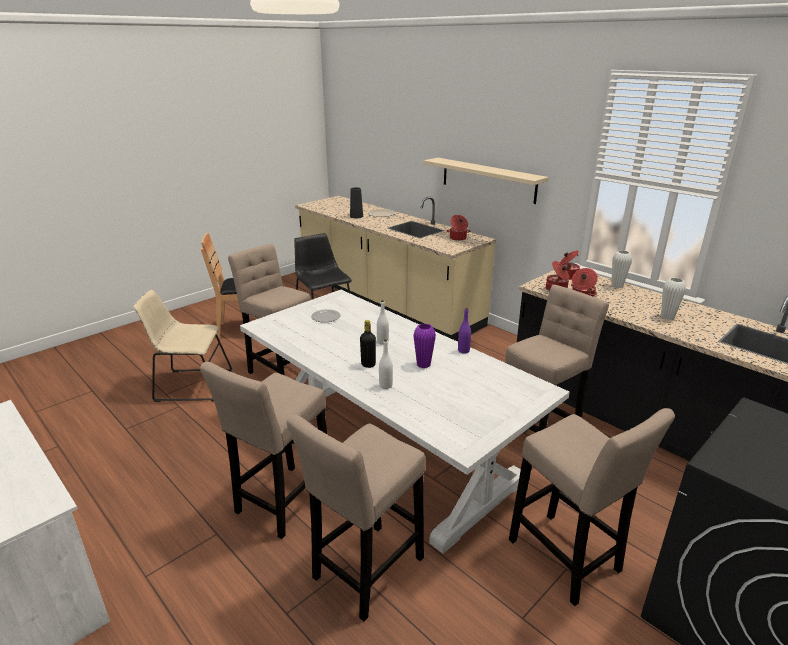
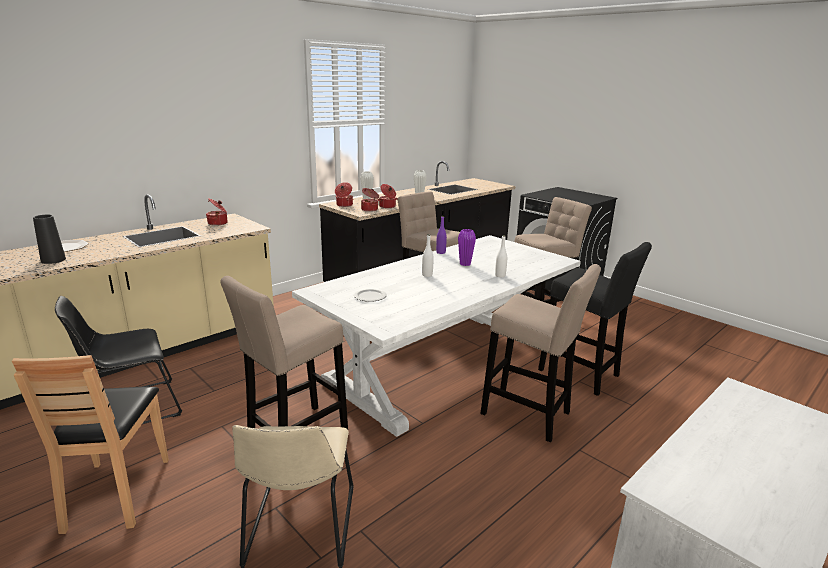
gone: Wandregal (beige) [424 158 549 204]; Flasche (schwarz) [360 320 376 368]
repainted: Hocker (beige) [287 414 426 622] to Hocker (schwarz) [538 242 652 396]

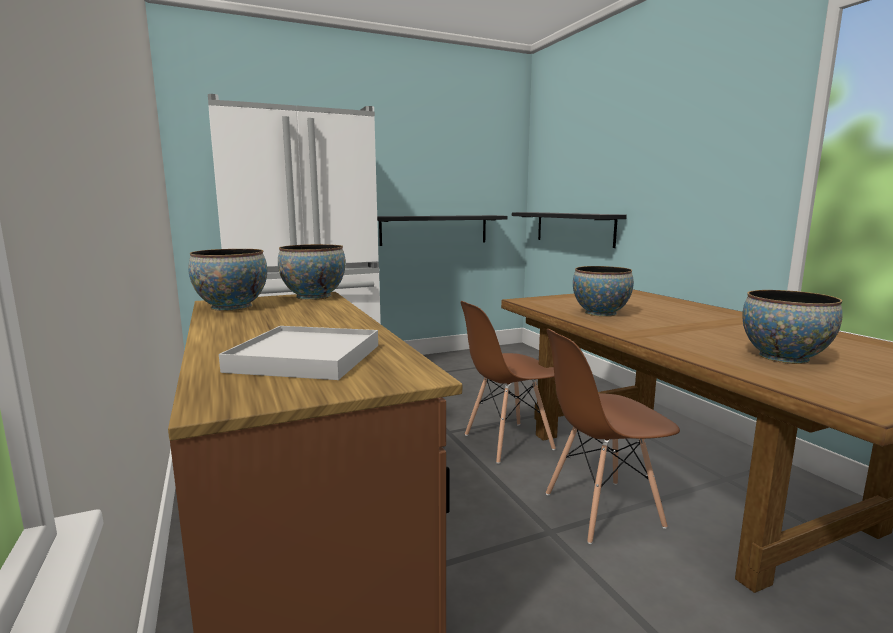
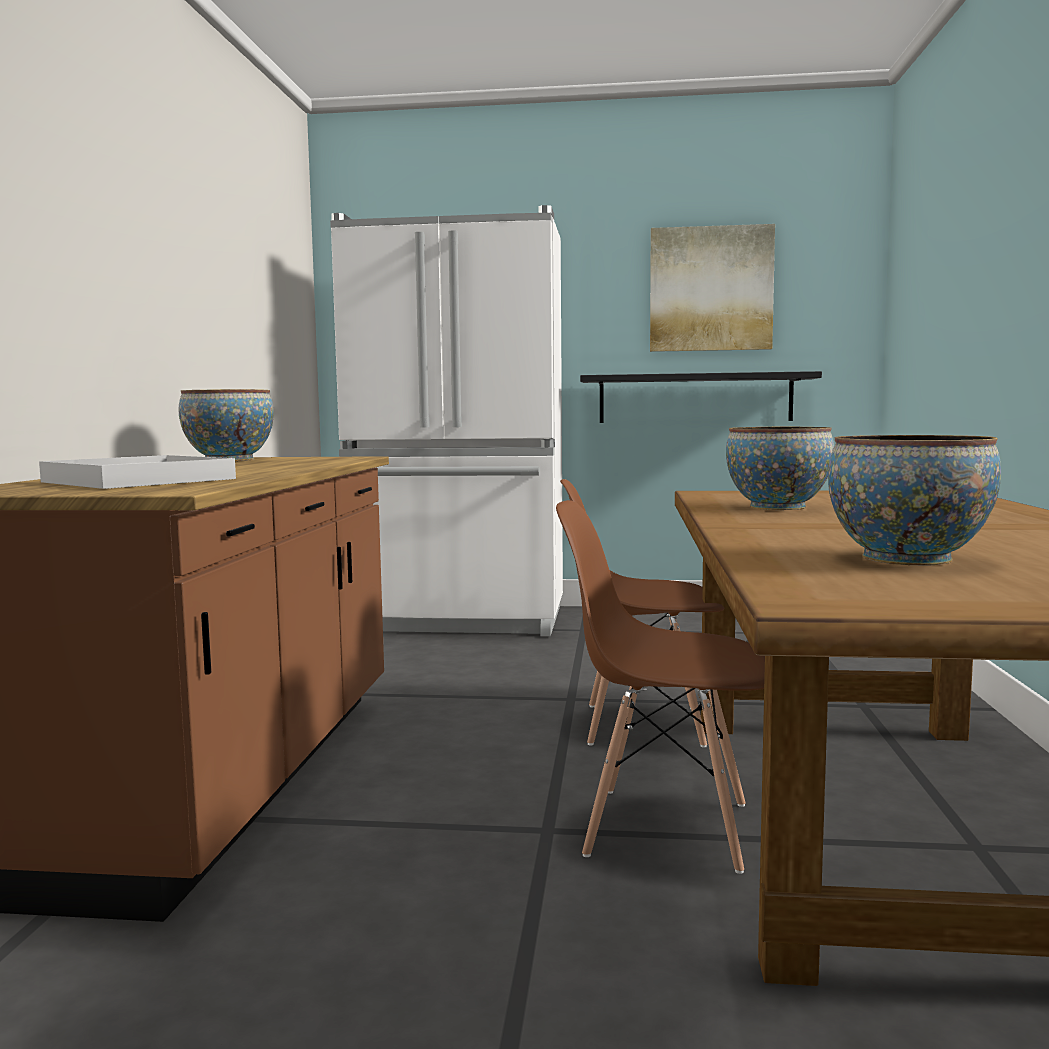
gone: Wandregal (schwarz) [512 212 627 248]; Schüssel [278 244 345 300]
new: Bild [650 224 775 352]

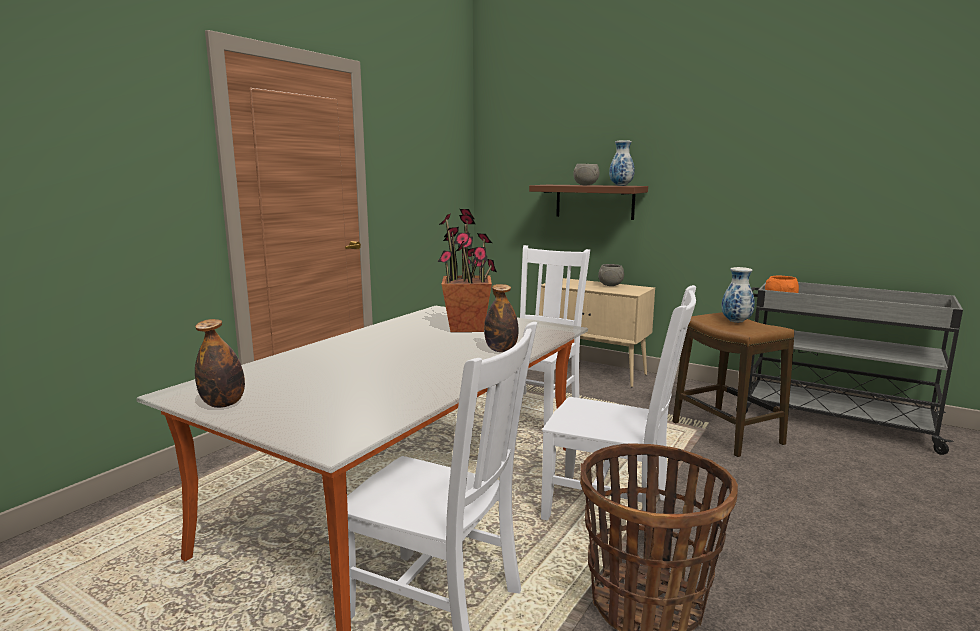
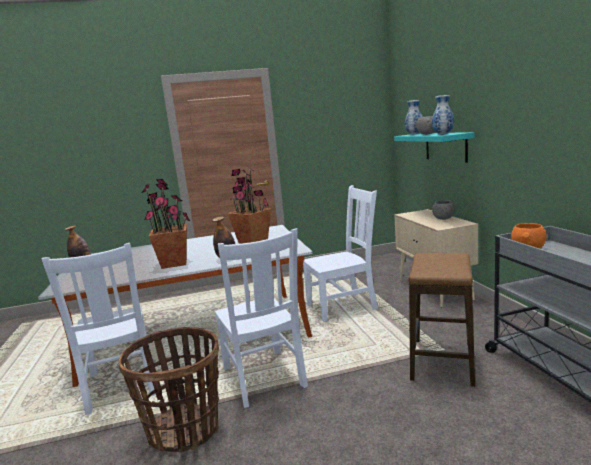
new: Topfpflanze [141 179 190 269]
shifted: Vase [721 267 755 323] to [405 100 423 135]
repainted: Wandregal (braun) [529 185 648 220] to Wandregal (türkis) [394 132 475 163]

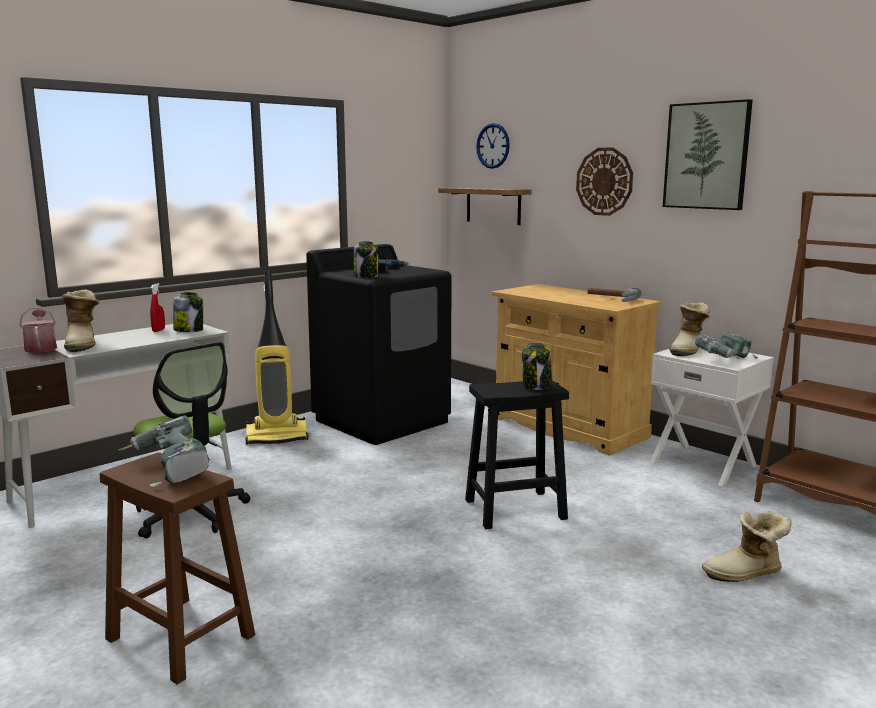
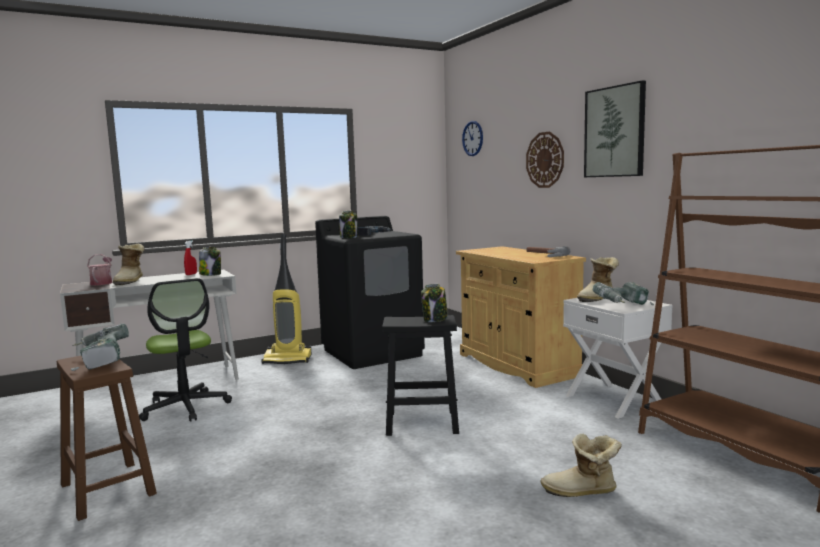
gone: Wandregal [438 187 532 225]

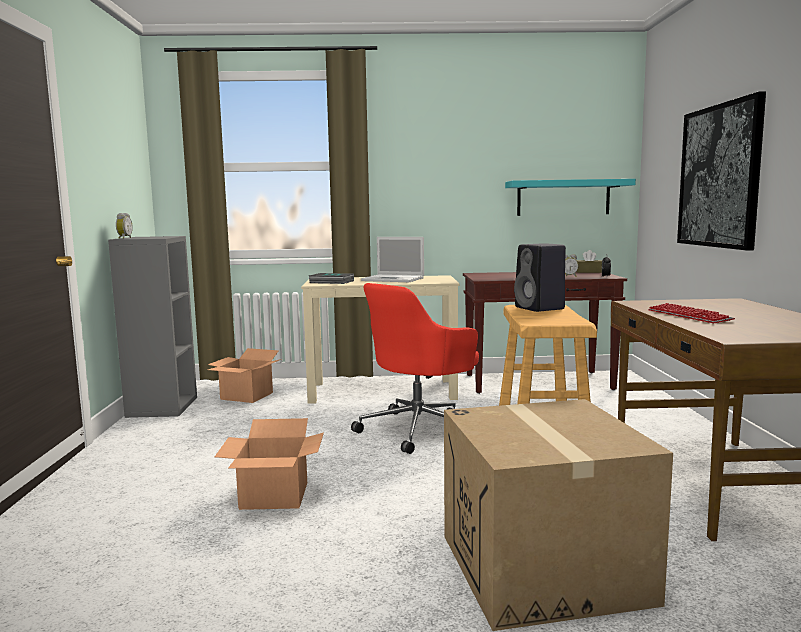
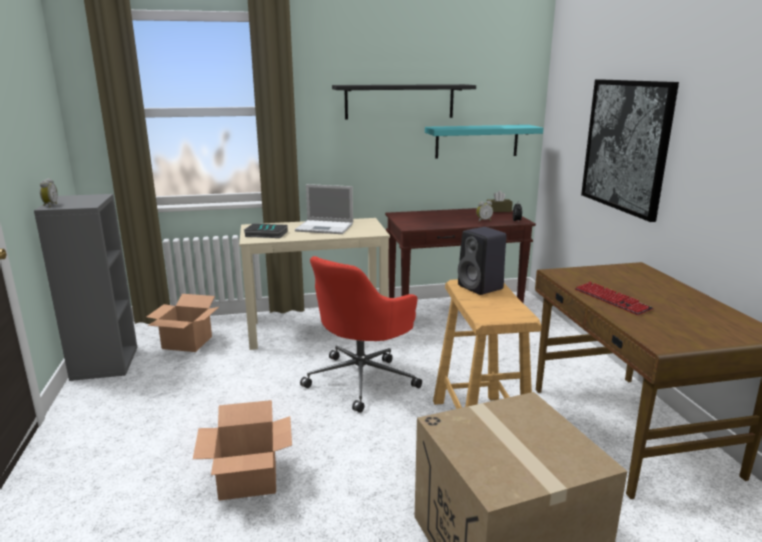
new: Wandregal (schwarz) [332 84 476 120]

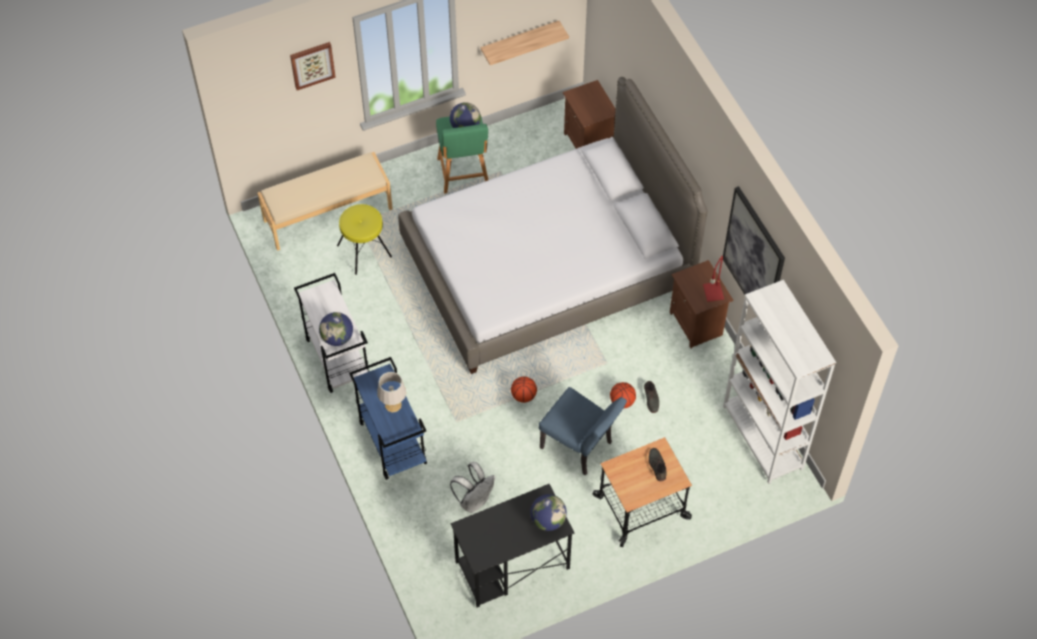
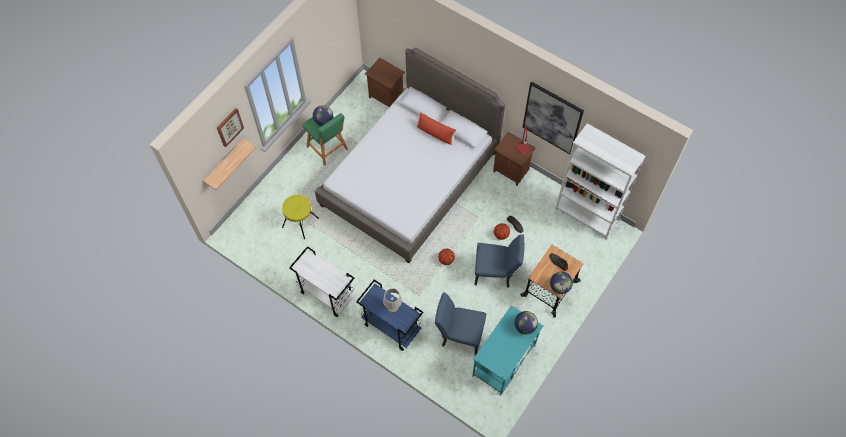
gone: Bank (beige) [258 152 393 251]
new: Kissen (rot) [416 112 457 145]
shifted: Wandregal [481 21 569 65] to [203 139 256 190]; Globus [319 312 353 346] to [550 271 573 294]
swapped: Rucksack (weiß) [450 462 495 513] to Stuhl (blau) [435 293 486 355]
repainted: Schreibtisch (schwarz) [451 484 575 607] to Schreibtisch (türkis) [472 305 543 396]

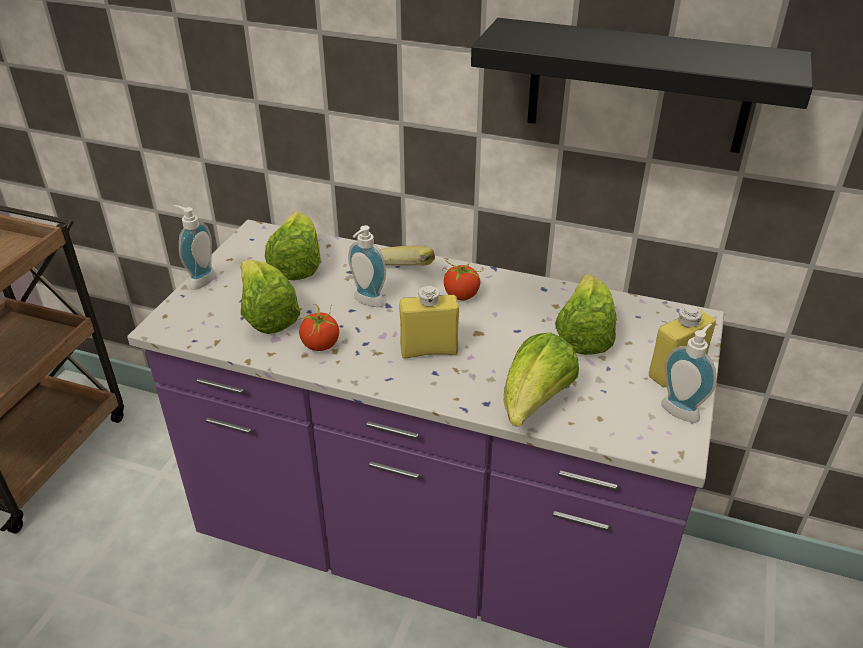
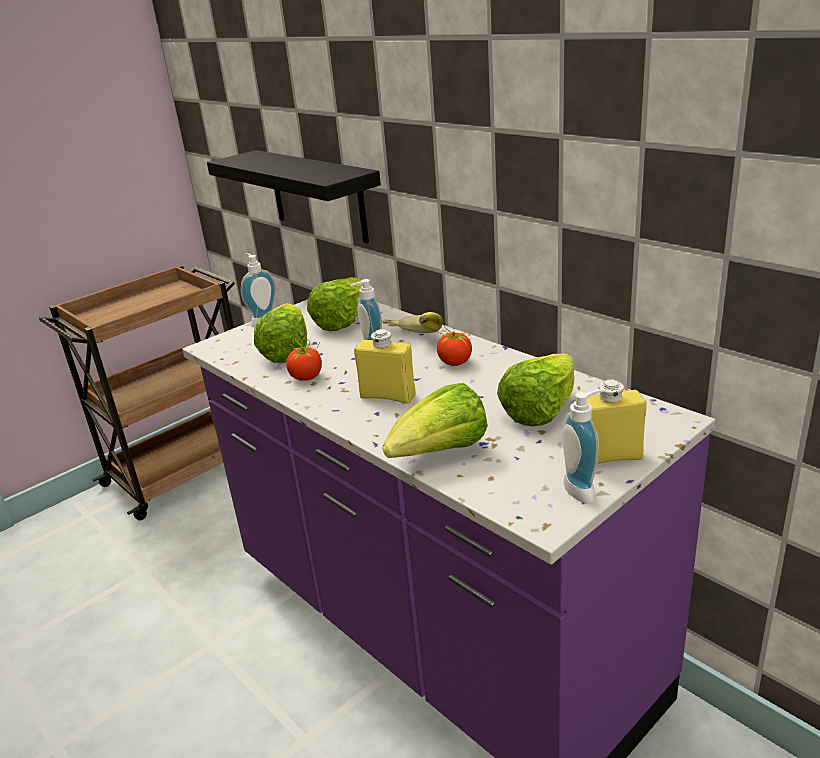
shifted: Wandregal (schwarz) [471 18 813 153] to [207 150 381 243]

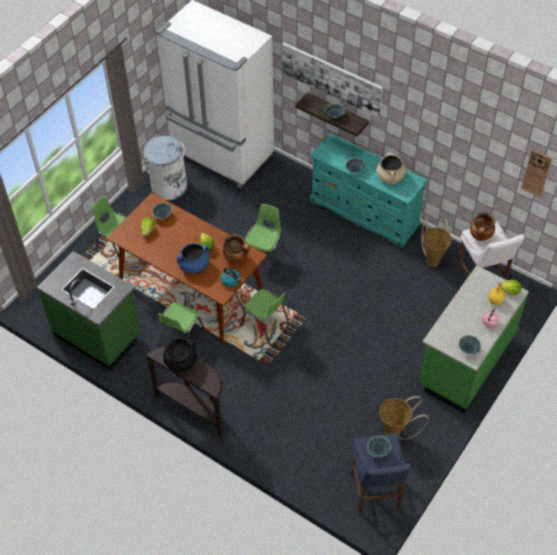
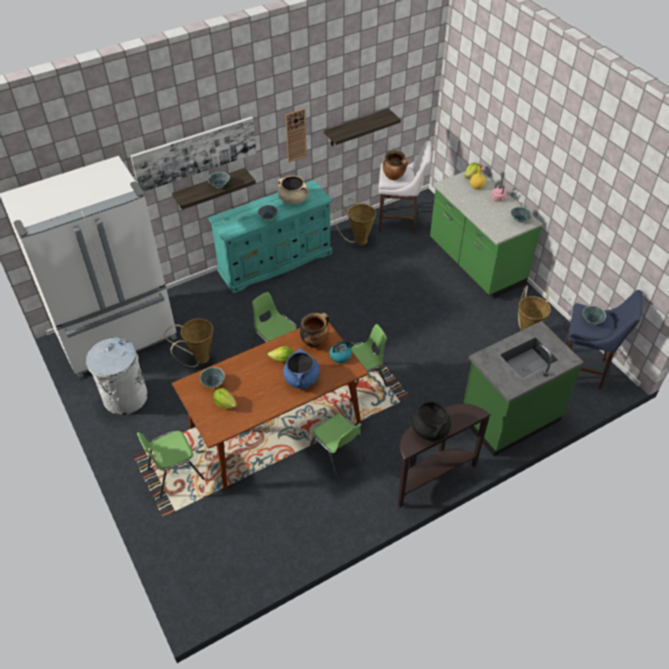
new: Wandregal [324 108 401 146]; Korb [164 319 213 367]
shifted: Wanduhr [521 149 552 197] to [285 108 307 162]; Küchenzeile (grün) [37 251 140 370] to [463 321 584 456]

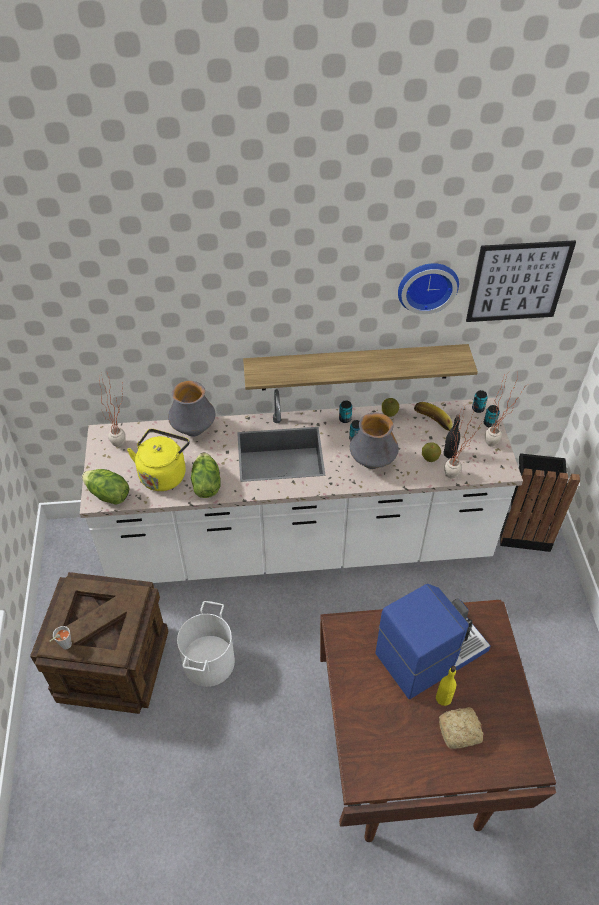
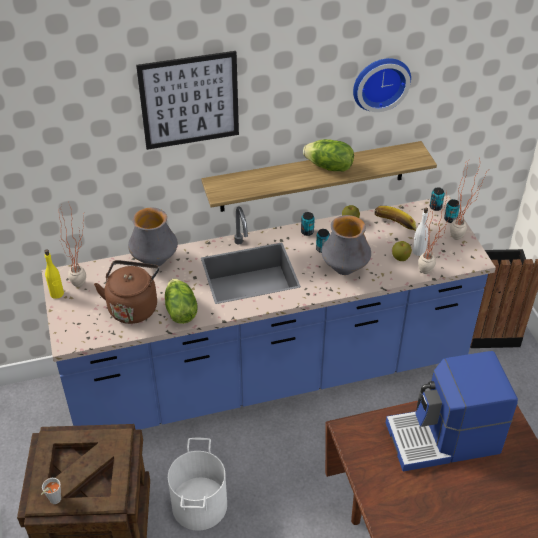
gone: Brot [439 707 483 749]
shifted: Bild [466 240 576 322] to [136 51 239 150]; Salatkopf [82 469 129 505] to [303 139 354 172]; Flasche (gelb) [436 666 456 706] to [44 249 64 299]
repainted: Küchenzeile (weiß) [80 389 523 583] to Küchenzeile (blau) [42 195 496 430]; Flasche (schwarz) [444 414 460 459] to Flasche (weiß) [413 207 429 256]; Wasserkessel (gelb) [127 429 190 491] to Wasserkessel (braun) [94 260 159 324]
rotated: Kaffeemaschine [375 584 491 699] = [386 351 518 471] 150 degrees counterclockwise

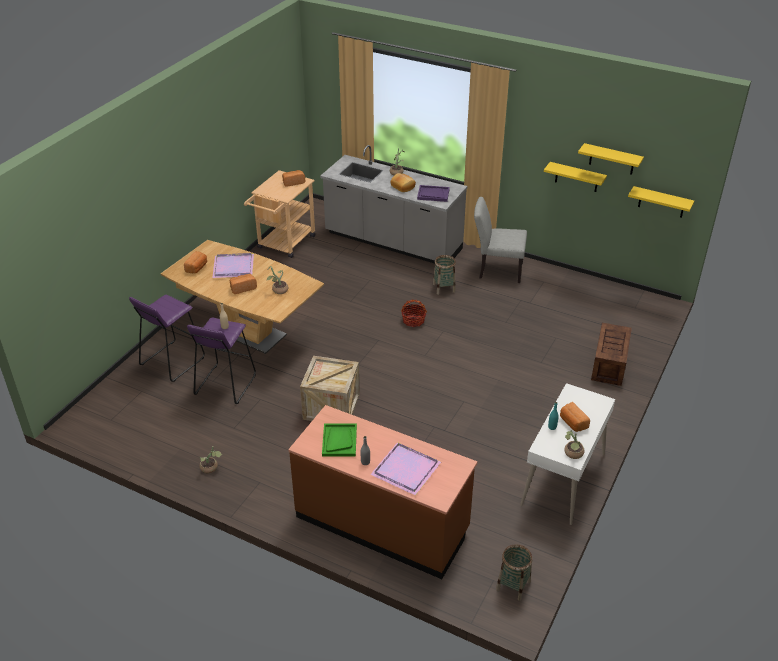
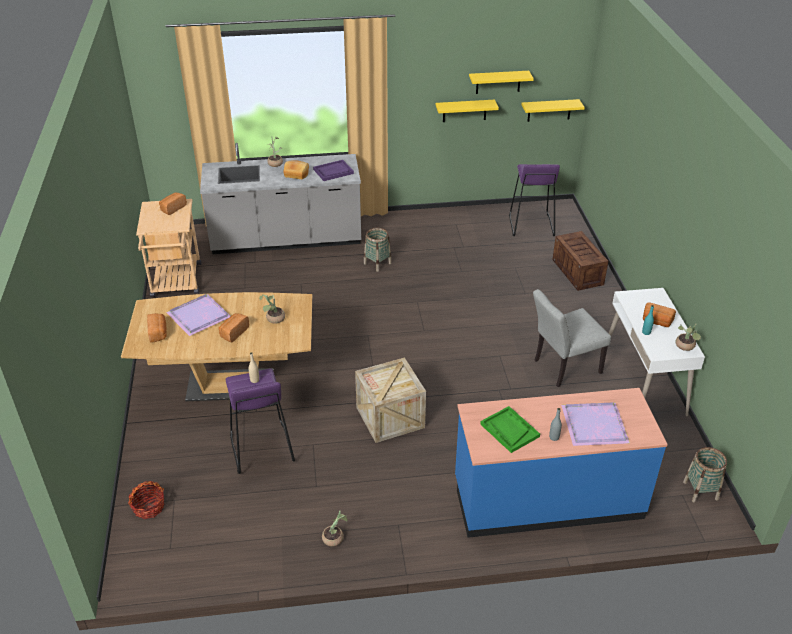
shifted: Stuhl (grau) [474 197 527 283] to [533 289 611 387]; Hocker (lila) [129 295 205 382] to [509 164 560 236]; Korb [401 300 427 327] to [128 481 164 519]
repainted: Küchenzeile (braun) [288 405 477 579] to Küchenzeile (blau) [455 388 668 538]

